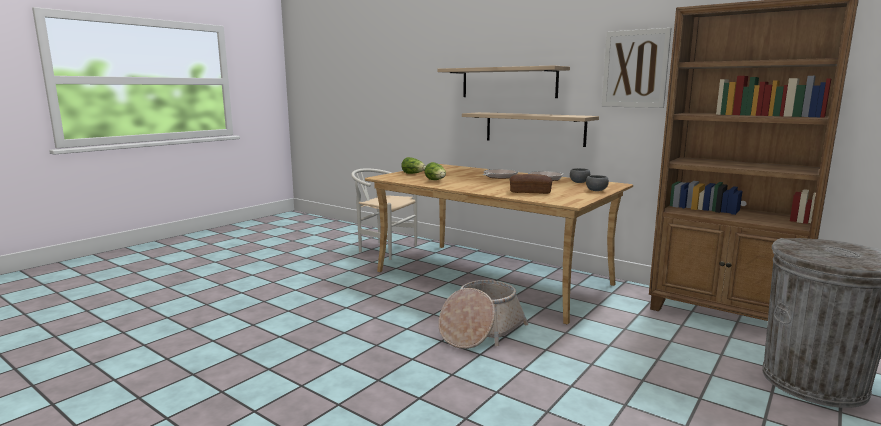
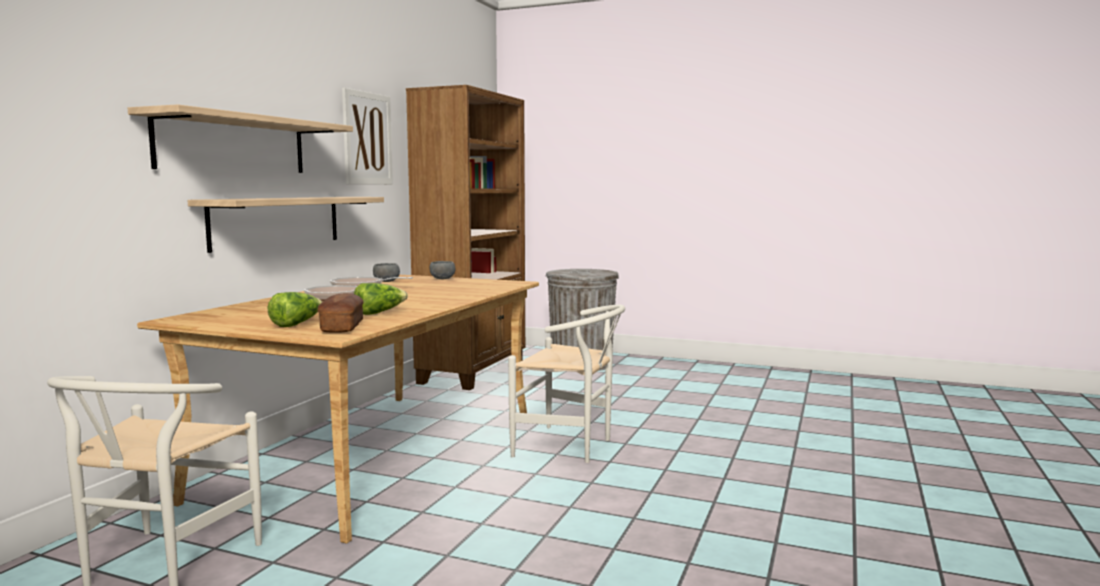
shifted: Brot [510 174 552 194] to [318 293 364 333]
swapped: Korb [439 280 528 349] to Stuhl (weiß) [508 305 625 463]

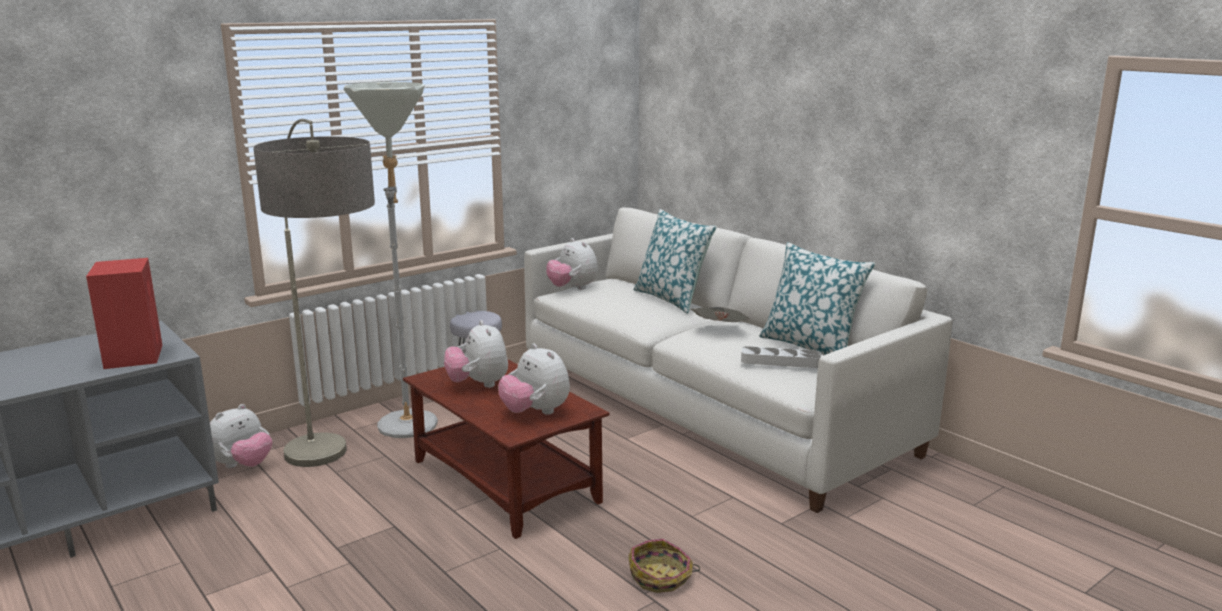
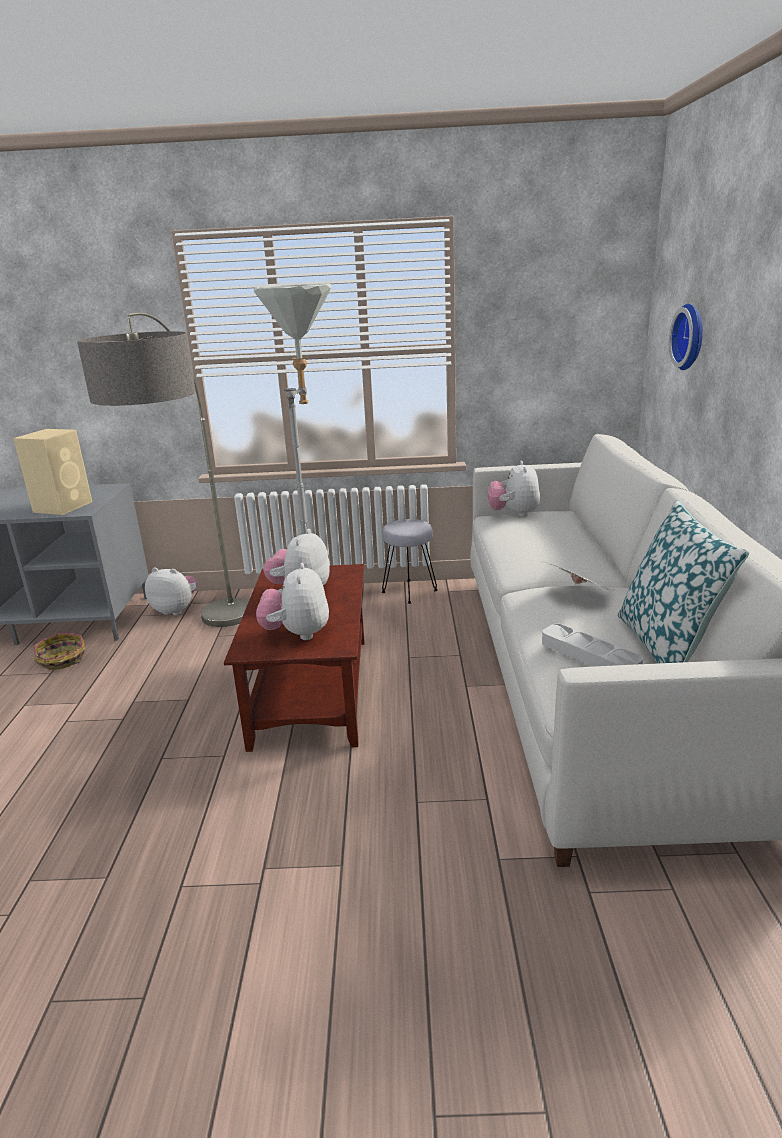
gone: Kissen [634 209 717 314]
new: Wanduhr [669 304 703 370]
shifted: Korb [628 539 700 593] to [34 633 85 670]
repainted: Lautsprecher (rot) [86 258 162 369] to Lautsprecher (beige) [13 429 92 515]
rotated: Plüschtier [210 404 272 468] = [145 567 197 616] 150 degrees counterclockwise

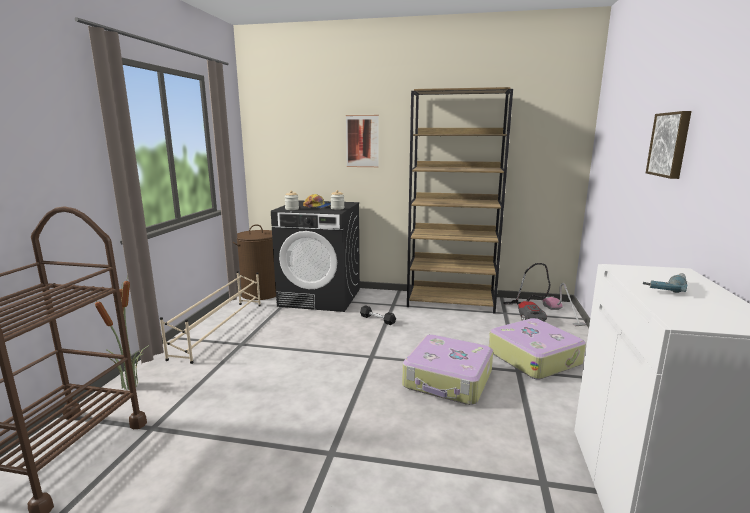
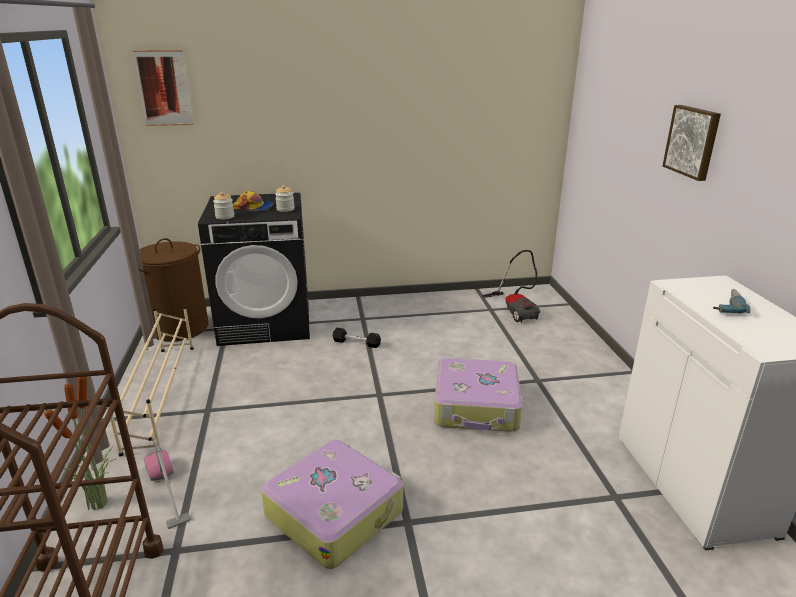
gone: Bücherregal (braun) [407 87 513 314]
shifted: Bild [346 115 379 167] to [133 50 194 126]; Staubsauger [543 283 586 326] to [144 439 191 529]; Koffer [489 318 586 380] to [261 440 403 569]

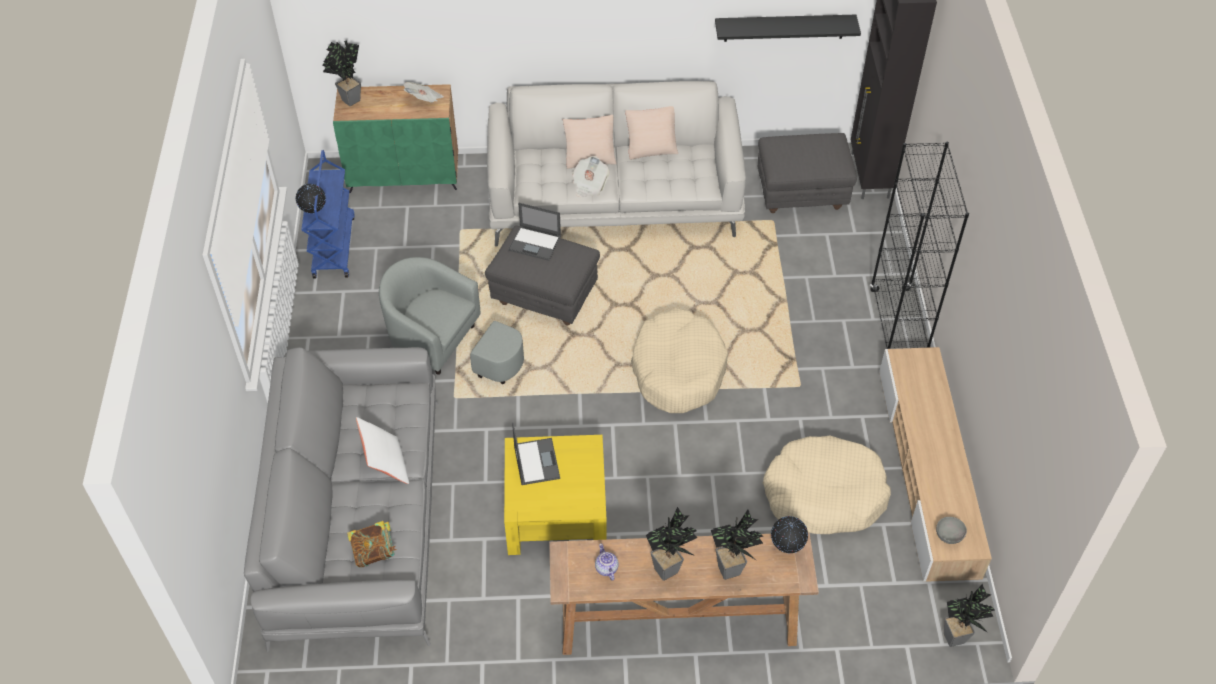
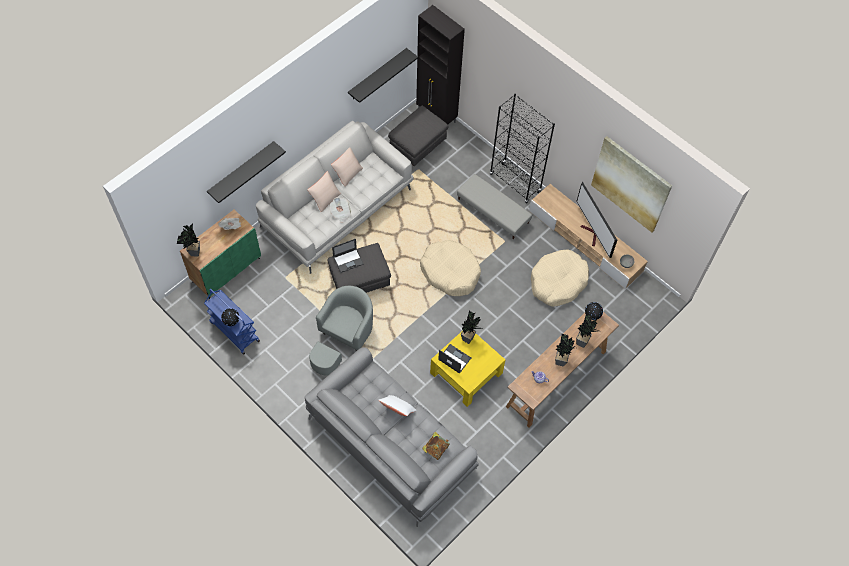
new: Bild [591 136 672 232]; Wandregal (schwarz) [207 141 286 203]; Polsterhocker (grau) [457 174 532 239]; Fernseher [576 182 618 258]
shifted: Topfpflanze [944 584 995 647] to [461 311 483 344]
rotated: Sessel (grau) [379 257 524 385] = [309 286 373 375] 135 degrees clockwise

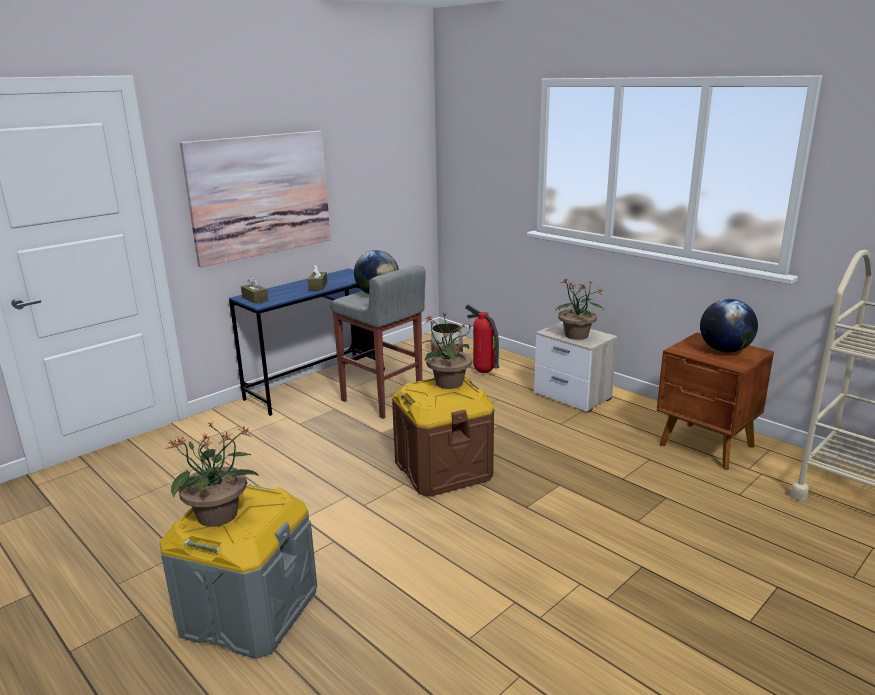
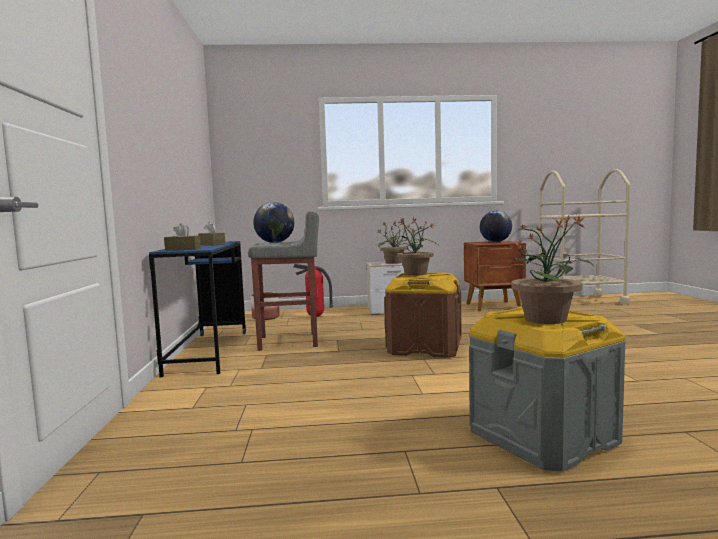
gone: Bild [180 131 331 267]

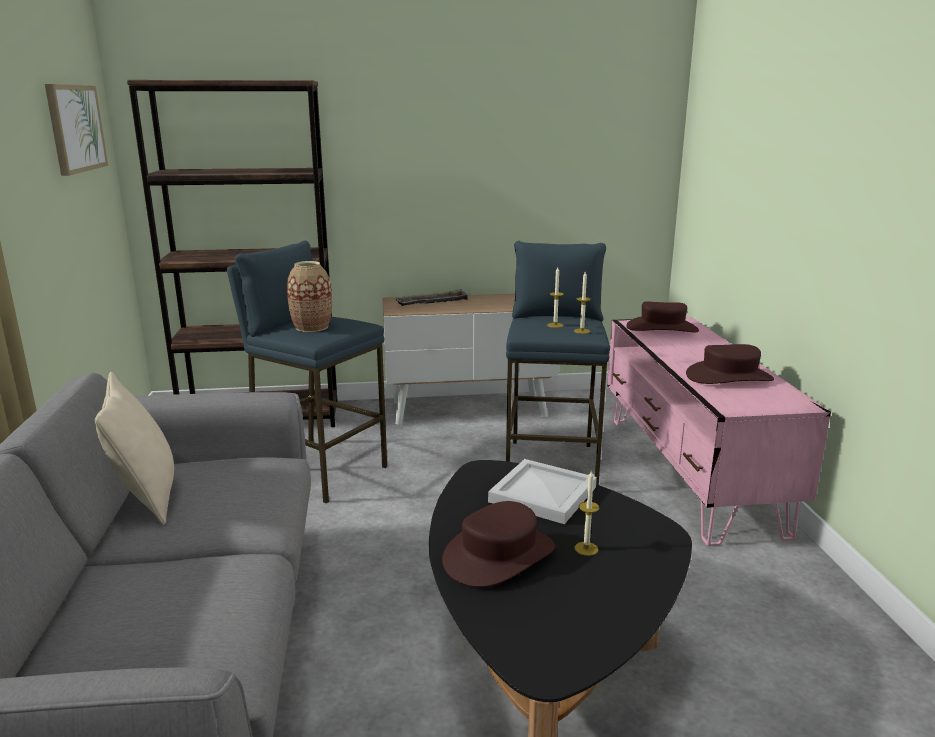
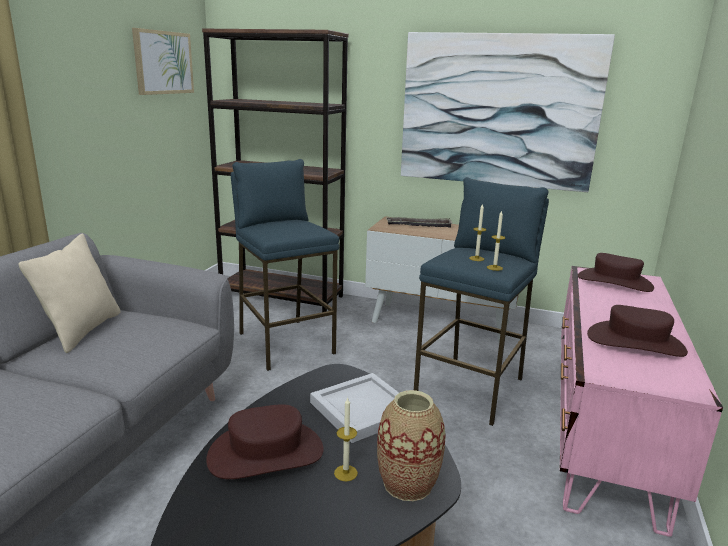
new: Bild [401 32 615 192]
shifted: Vase [287 261 332 332] to [377 390 446 501]

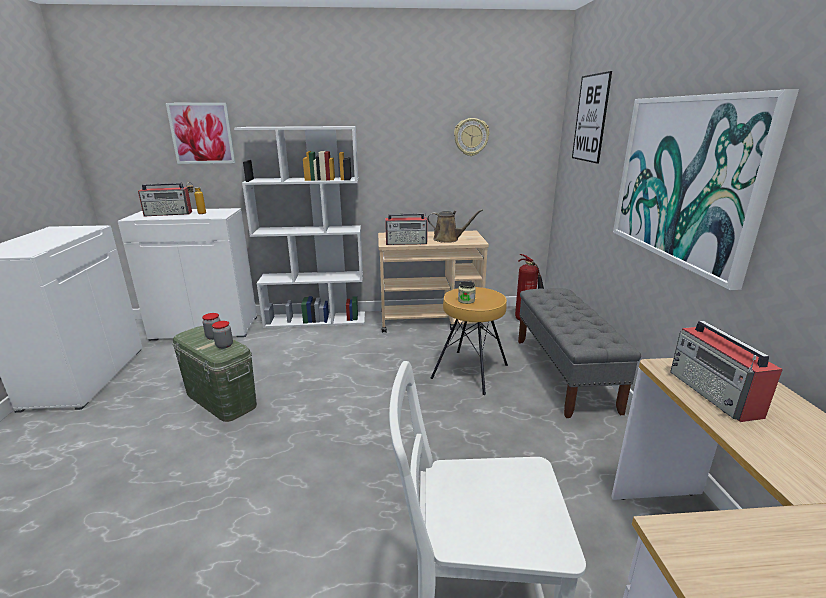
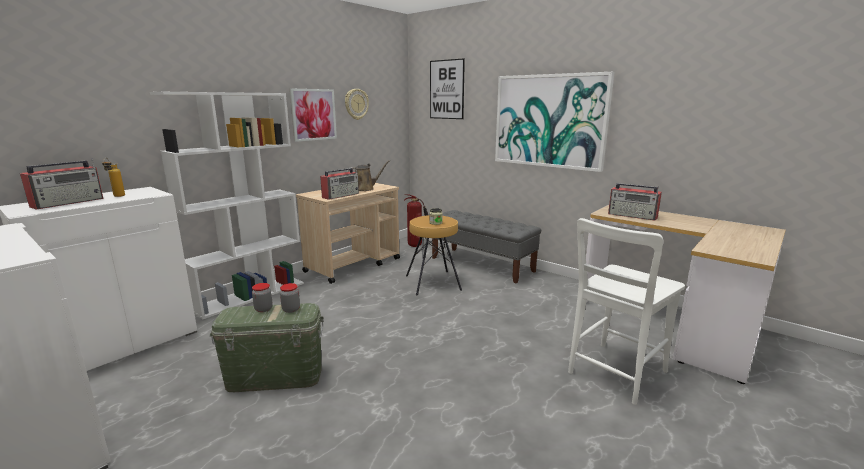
shifted: Bild [166 103 236 164] to [290 89 337 142]

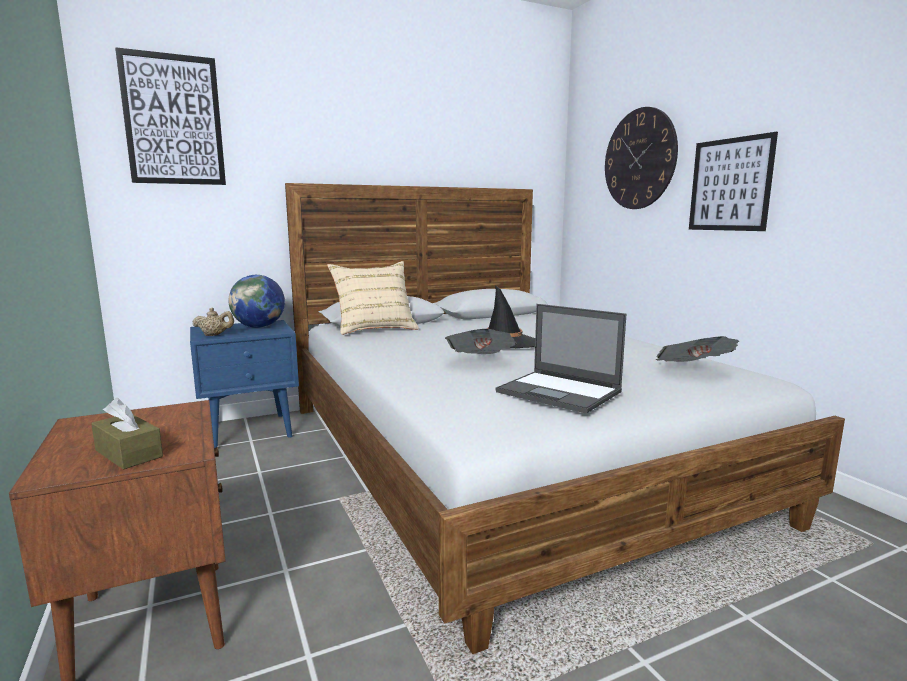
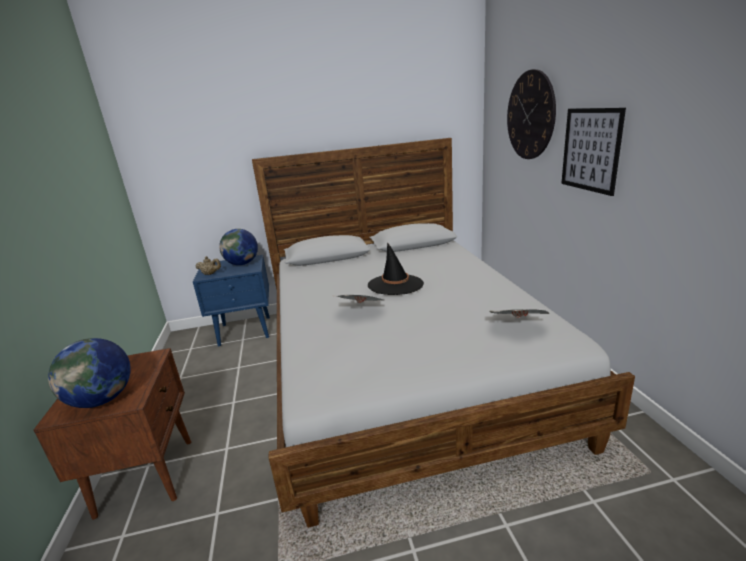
gone: Bild [115 47 226 185]; Kissen (beige) [327 261 419 335]; Laptop [496 304 626 414]
swapped: Taschentuchbox (braun) [91 398 163 470] to Globus [48 338 131 408]

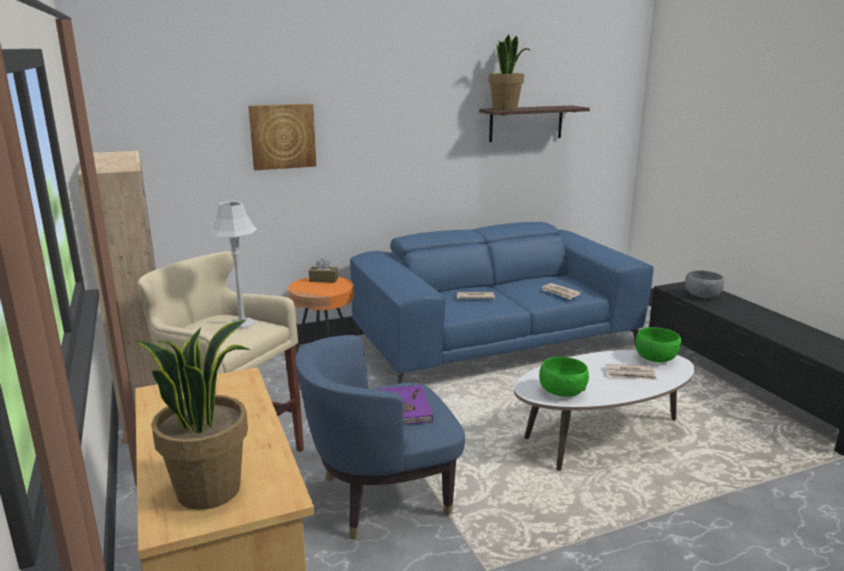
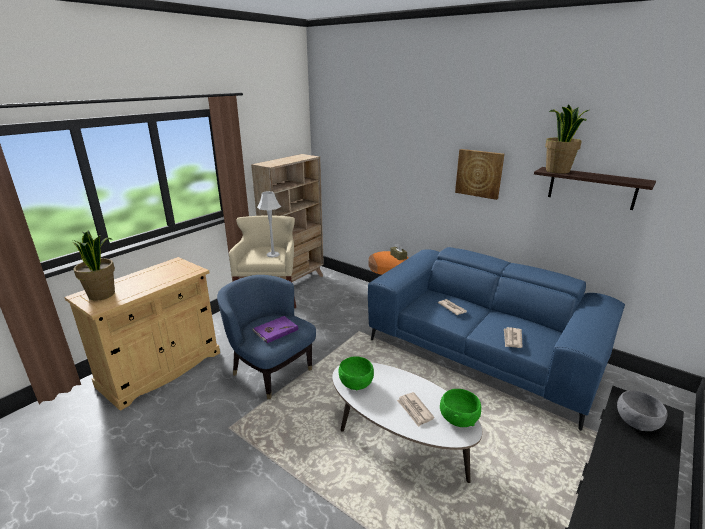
shifted: Bild [248 104 316 170] to [455 149 505 200]

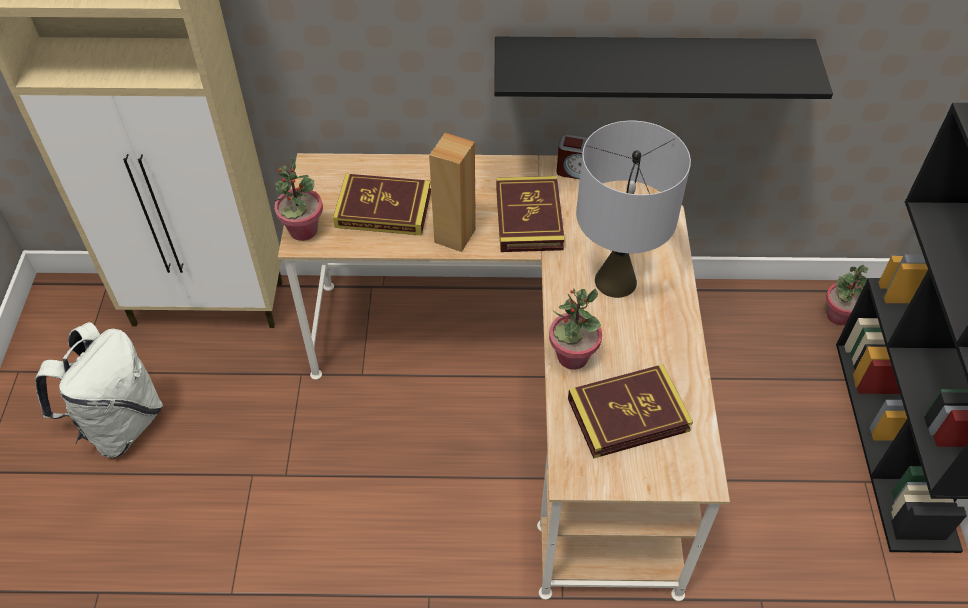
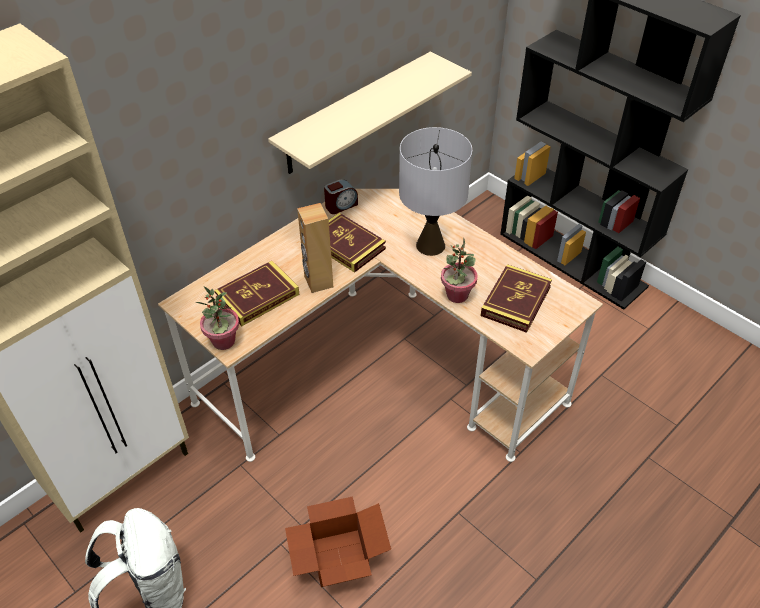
gone: Topfpflanze [826 265 869 325]
new: Karton [285 496 391 587]
repainted: Wandregal (schwarz) [494 37 833 99] to Wandregal (beige) [268 52 472 174]

